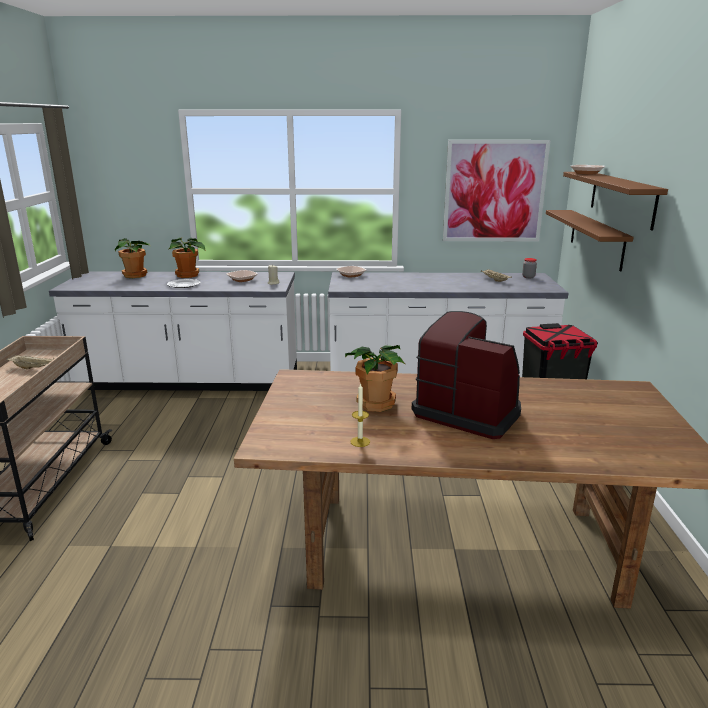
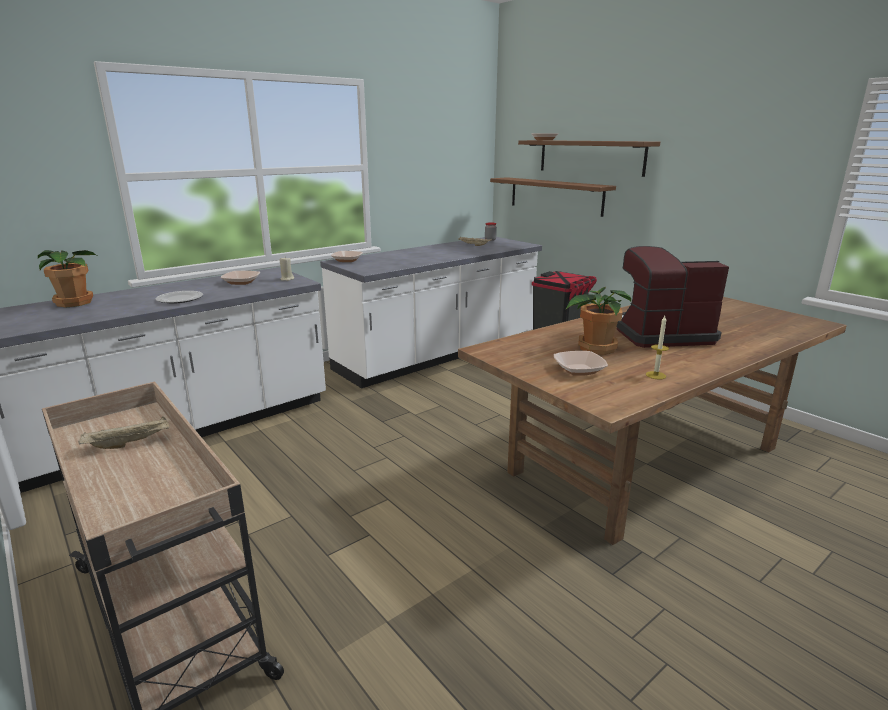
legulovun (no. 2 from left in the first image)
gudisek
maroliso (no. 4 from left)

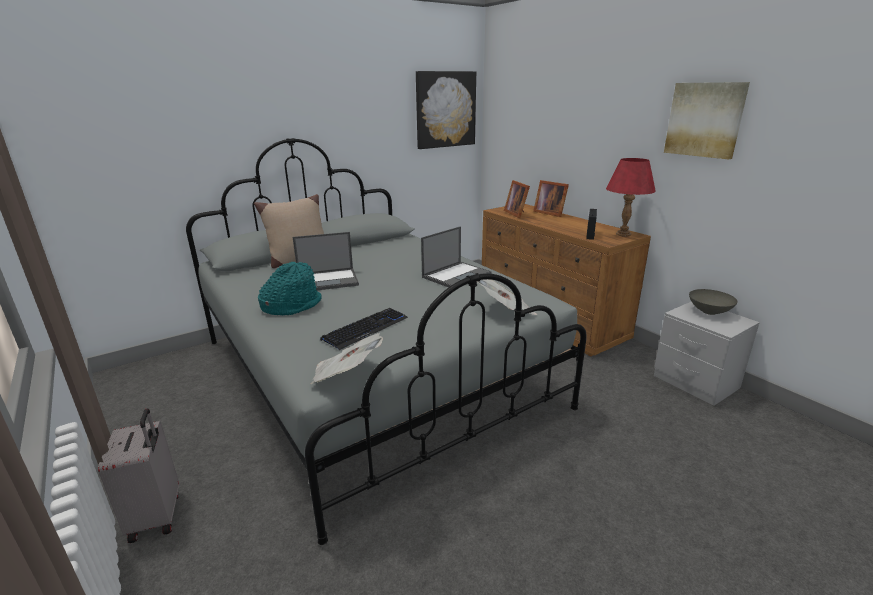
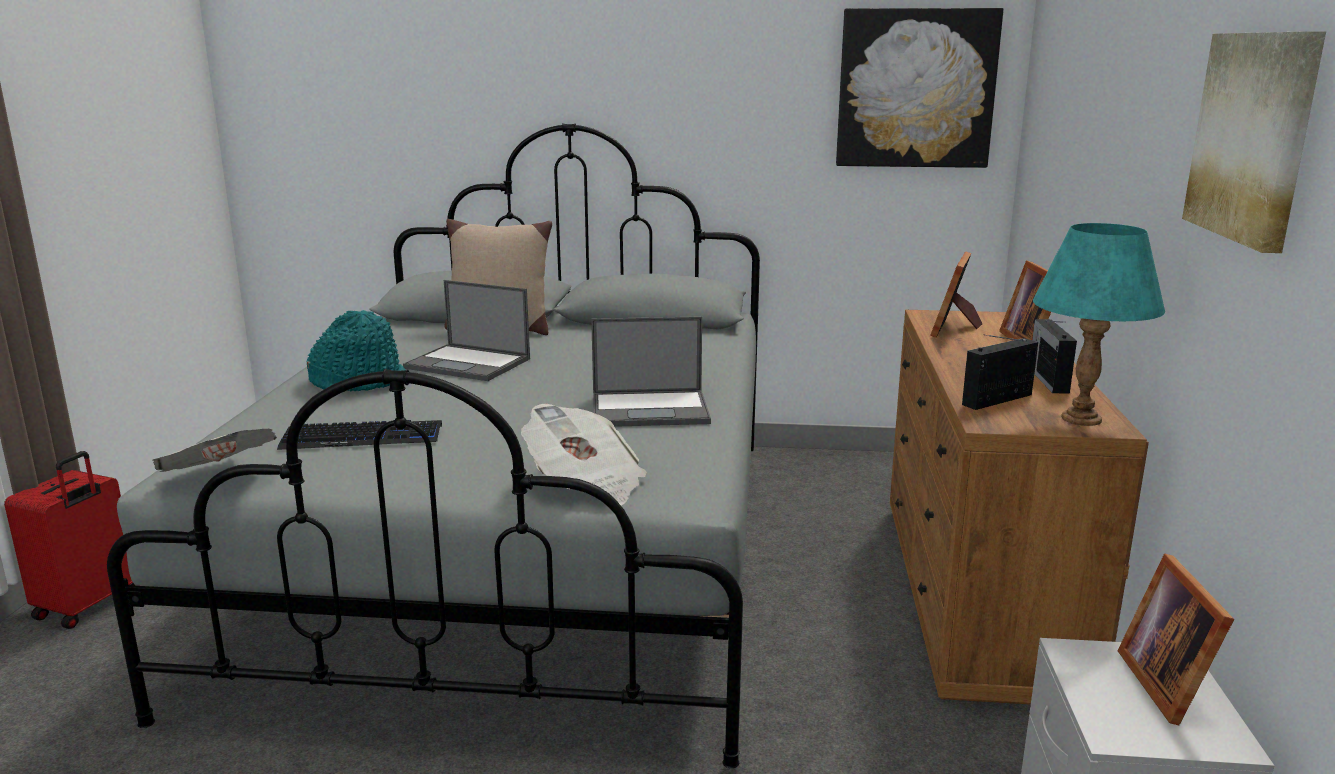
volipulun (no. 2 from left)
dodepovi (no. 3 from left)
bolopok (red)
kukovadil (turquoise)

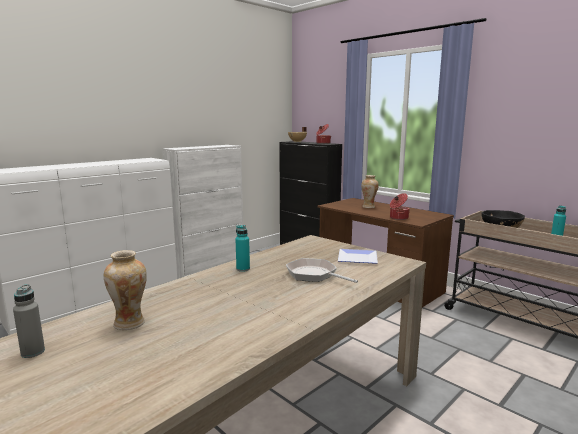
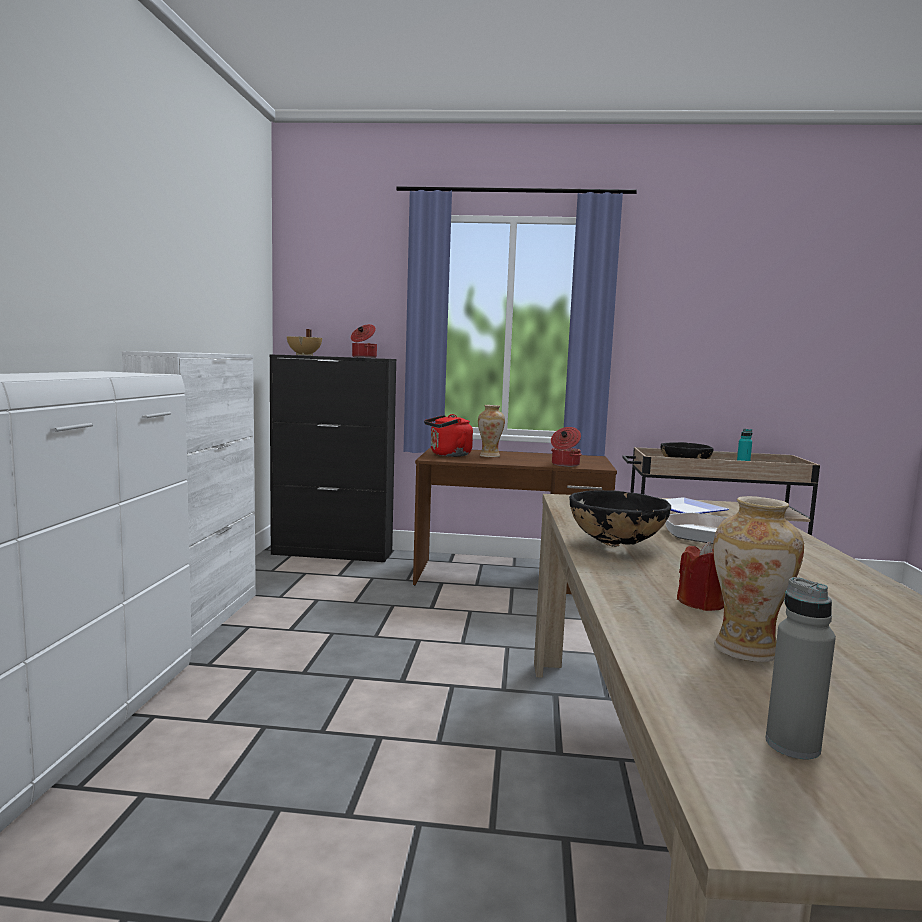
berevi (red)
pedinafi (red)
maroliso (black) (no. 1 from left)

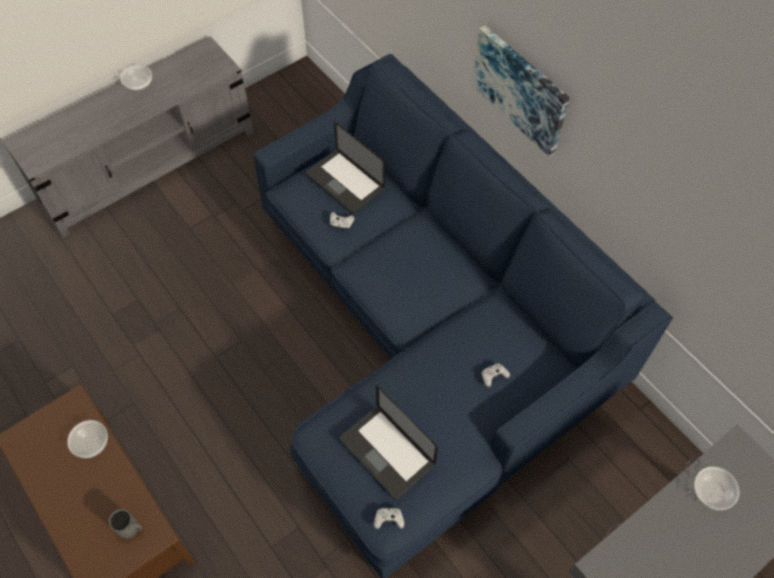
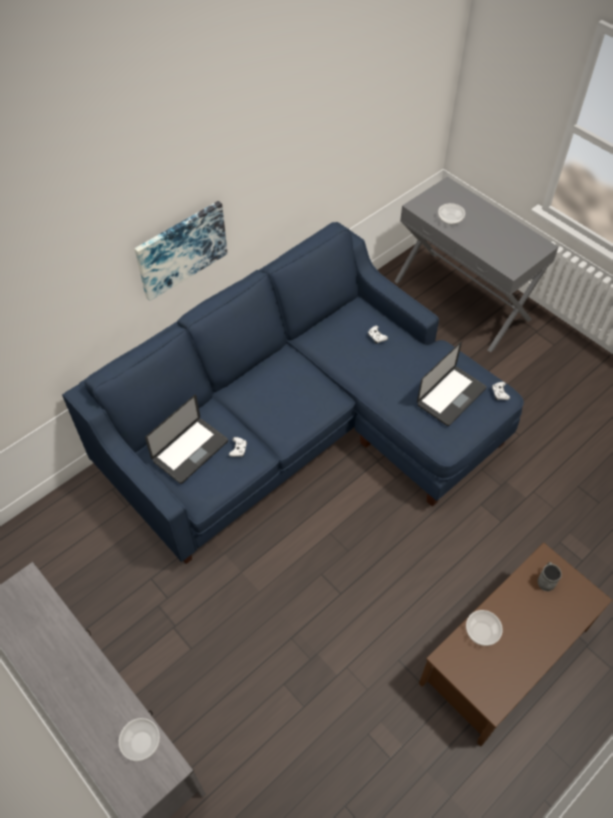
maroliso (no. 1 from left)

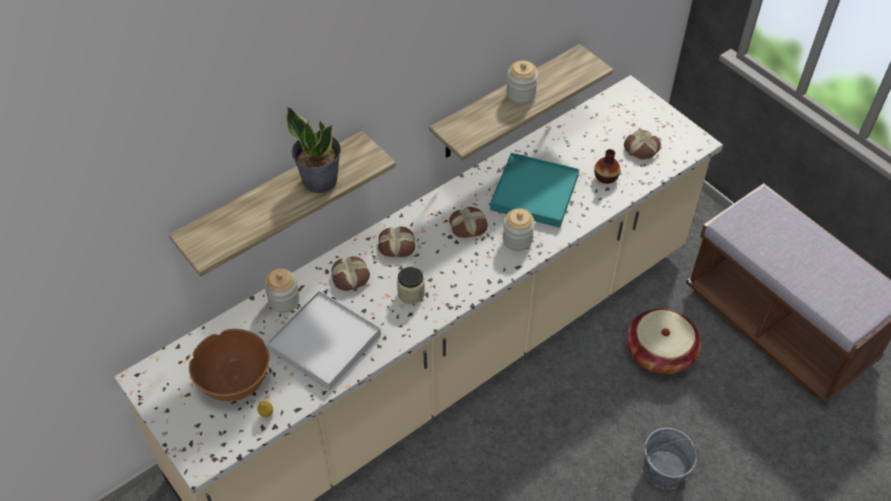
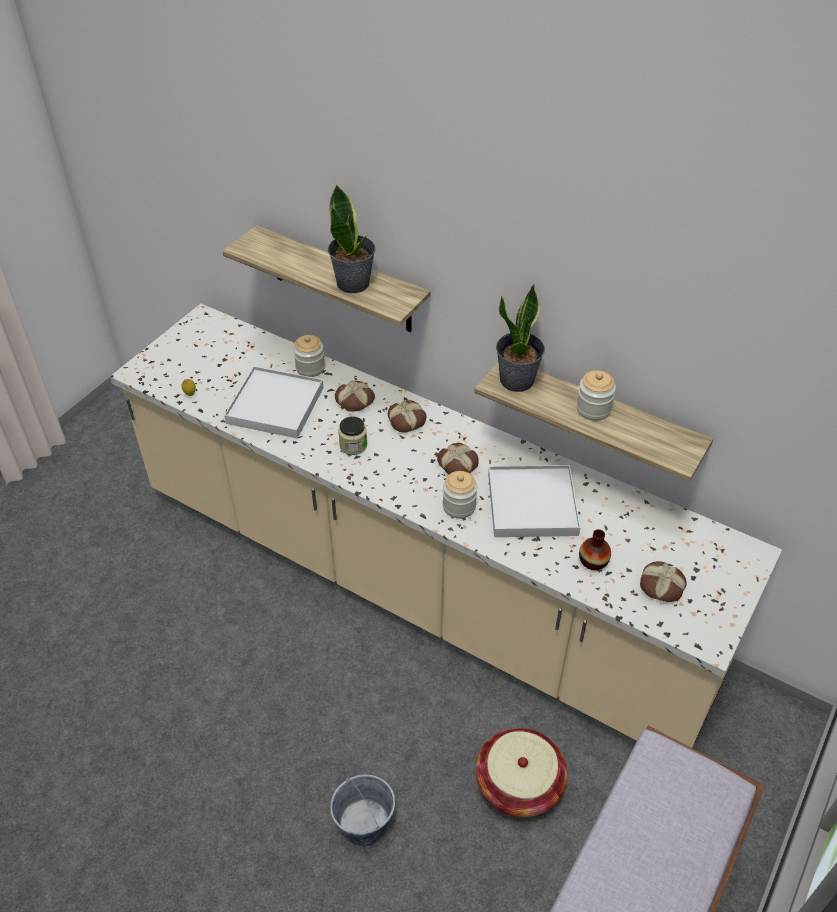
maroliso (brown)
legulovun (no. 2 from left)
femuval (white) (no. 2 from left)

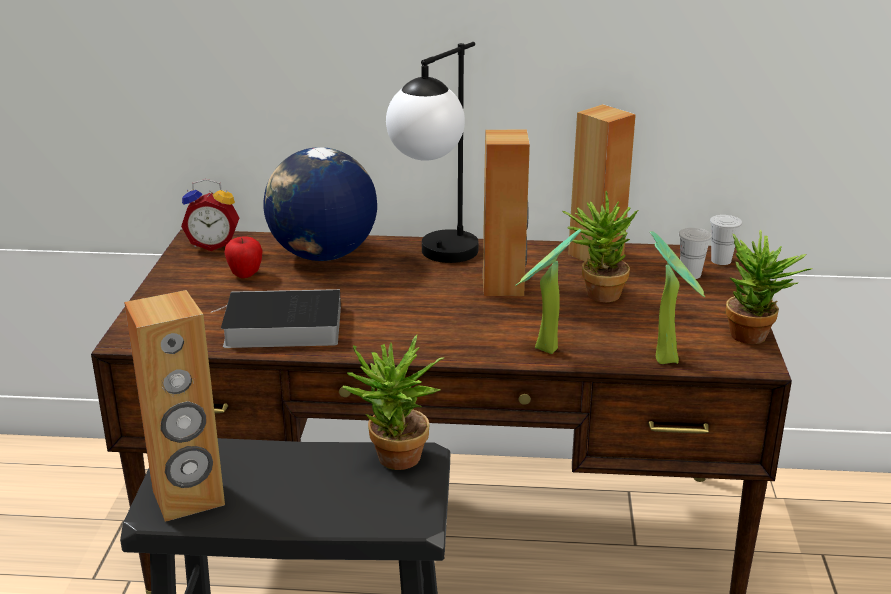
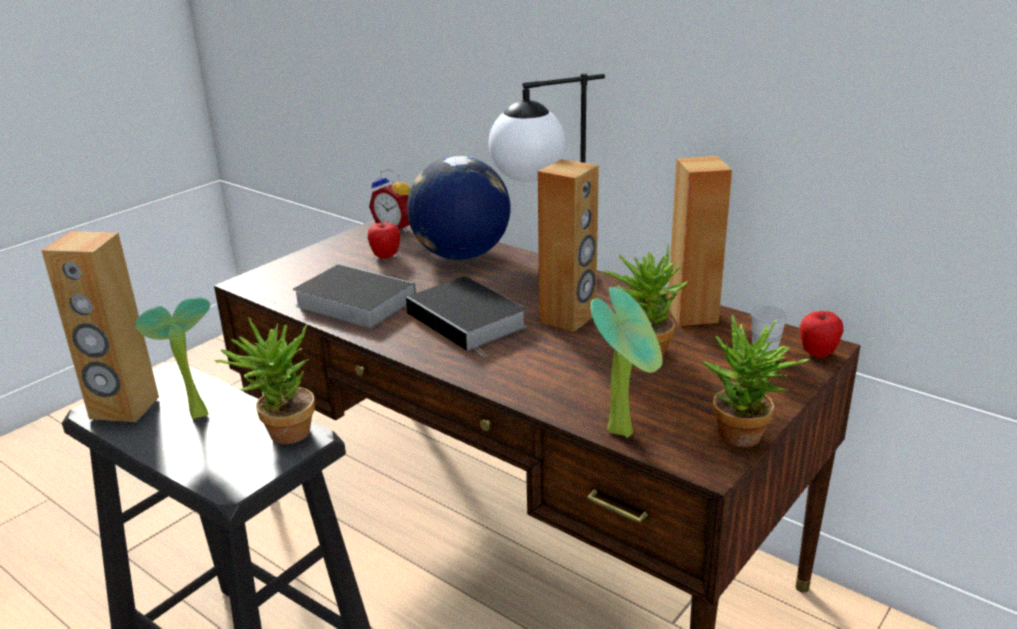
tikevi (no. 2 from left)
legulovun (no. 1 from left)
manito (no. 2 from left)

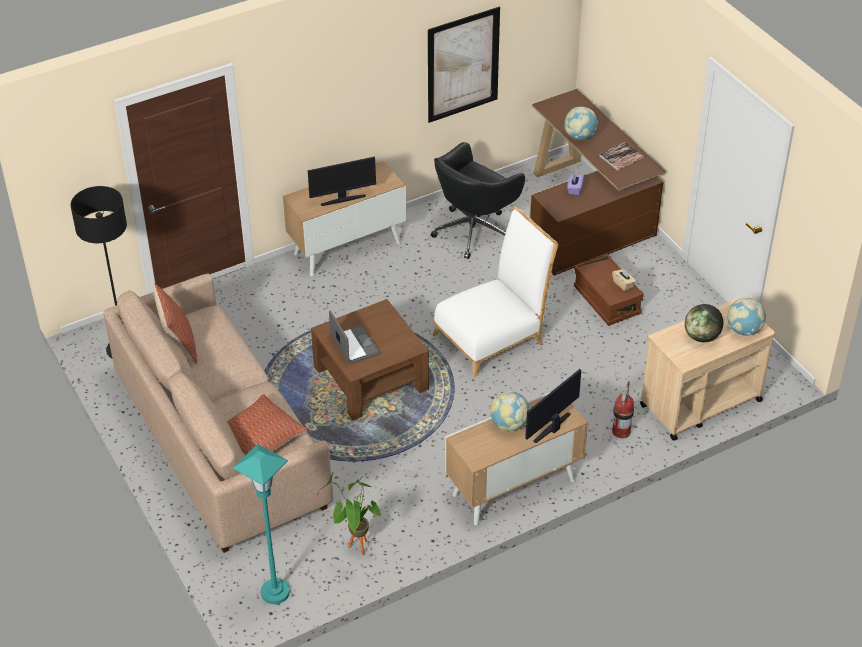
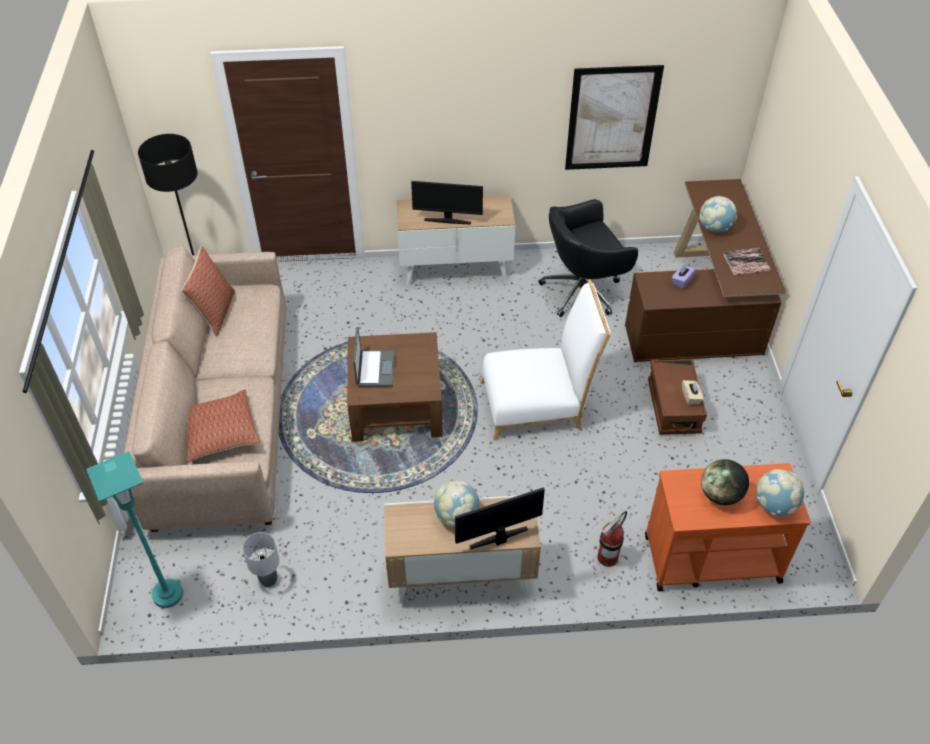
kukovadil (grey)
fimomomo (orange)

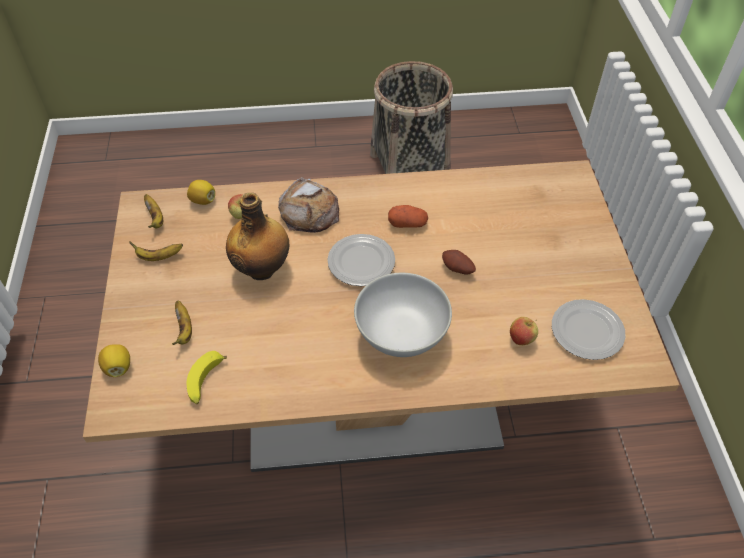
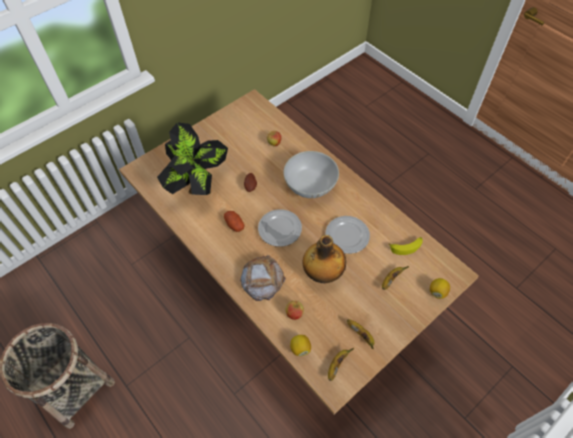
legulovun
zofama (no. 2 from left)

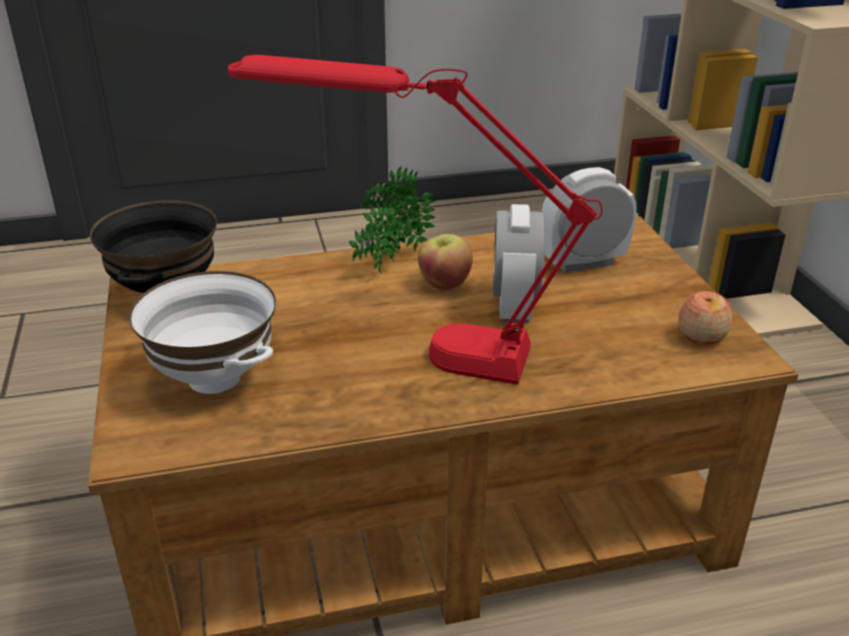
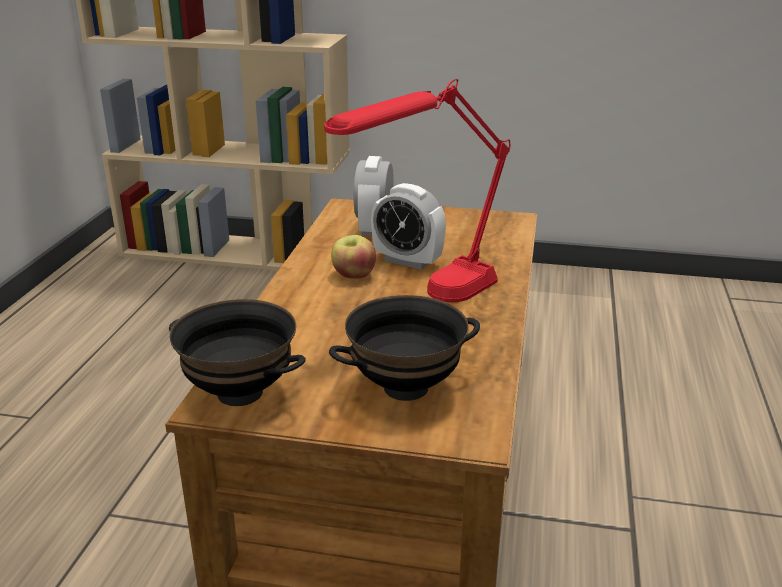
legulovun
manito (no. 2 from left in the first image)
maroliso (black) (no. 2 from left)

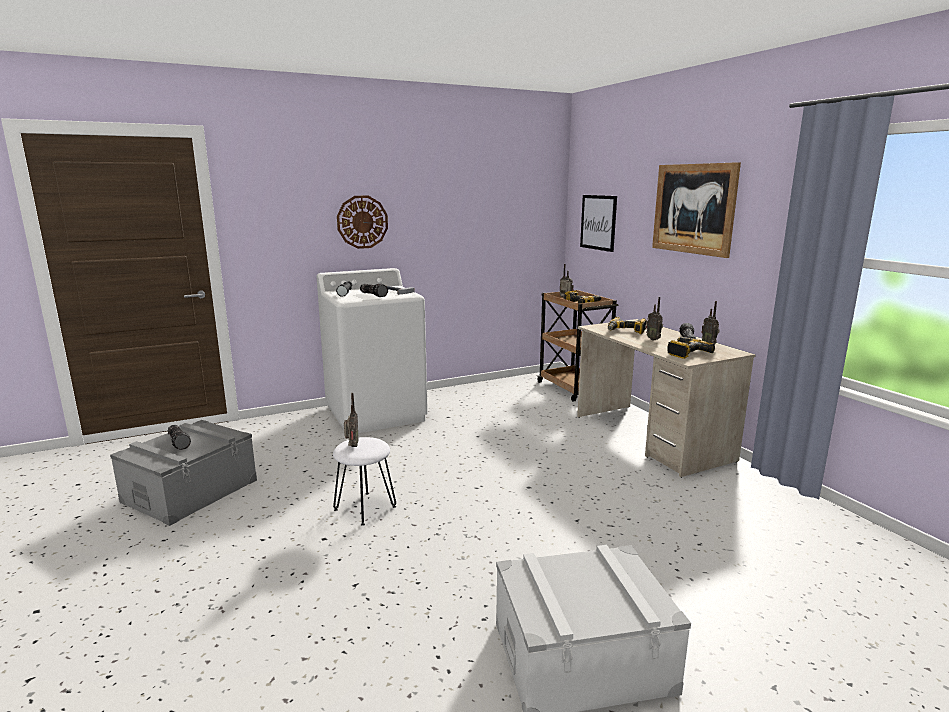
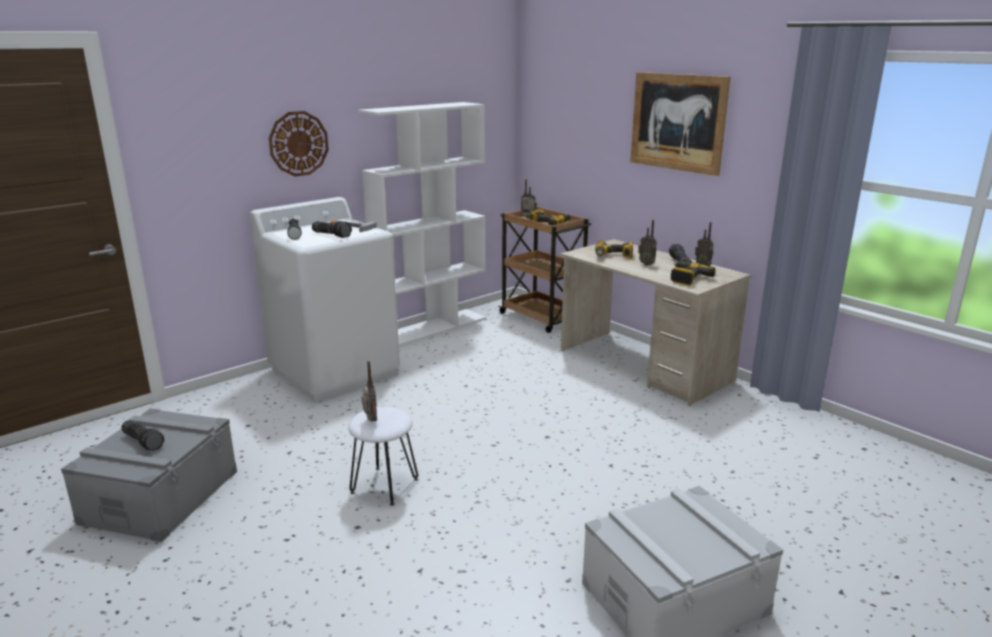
gudisek (no. 1 from left in the first image)
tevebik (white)

